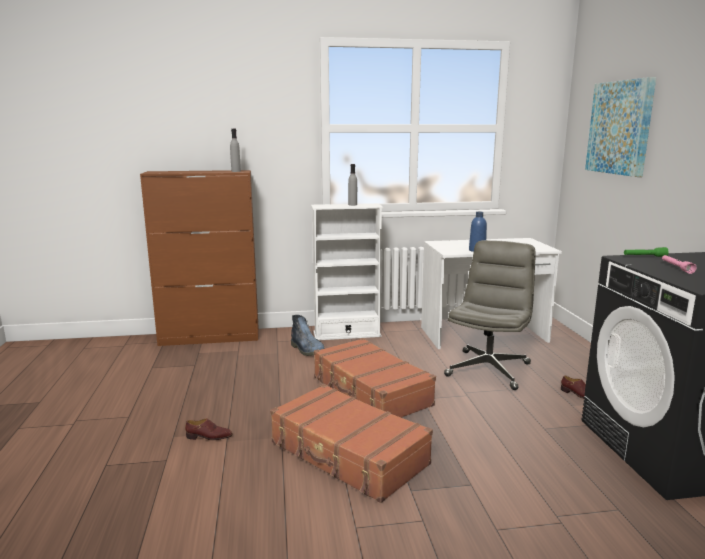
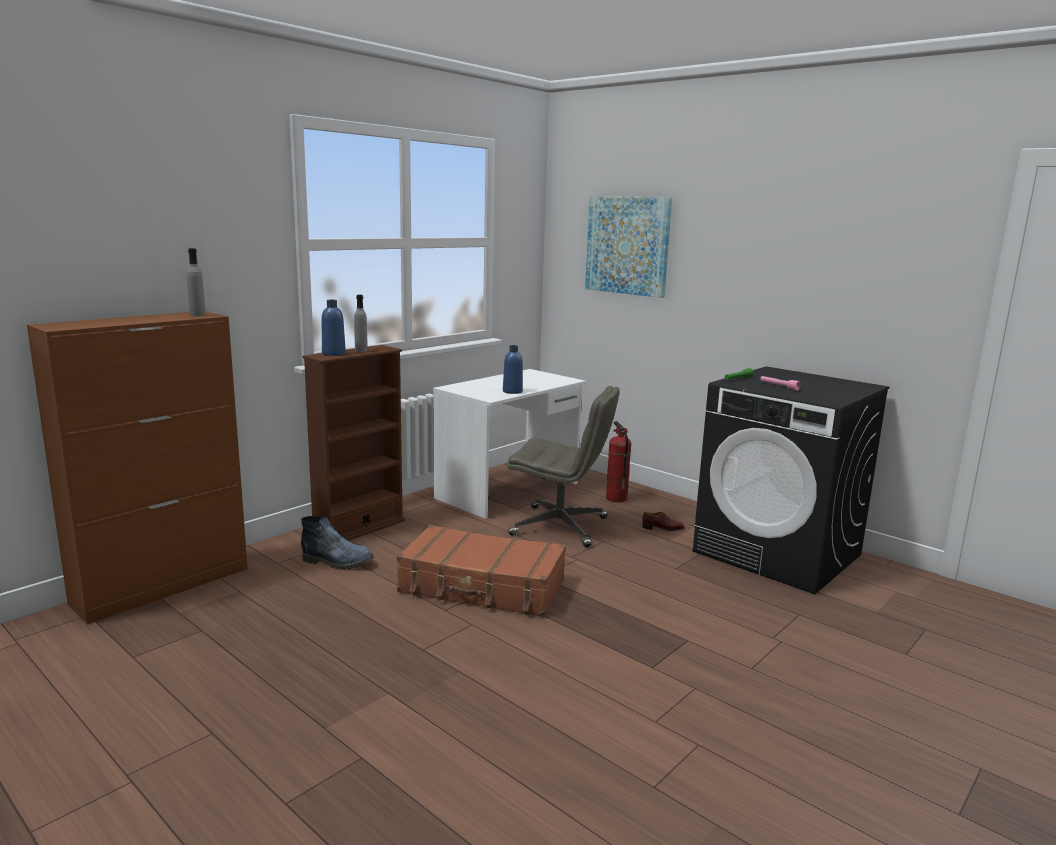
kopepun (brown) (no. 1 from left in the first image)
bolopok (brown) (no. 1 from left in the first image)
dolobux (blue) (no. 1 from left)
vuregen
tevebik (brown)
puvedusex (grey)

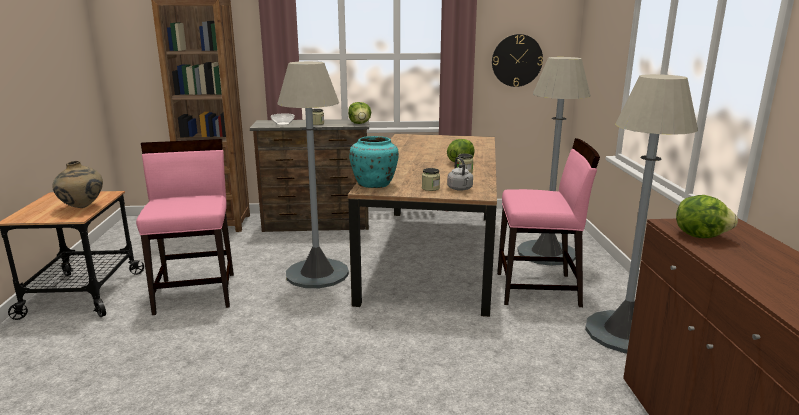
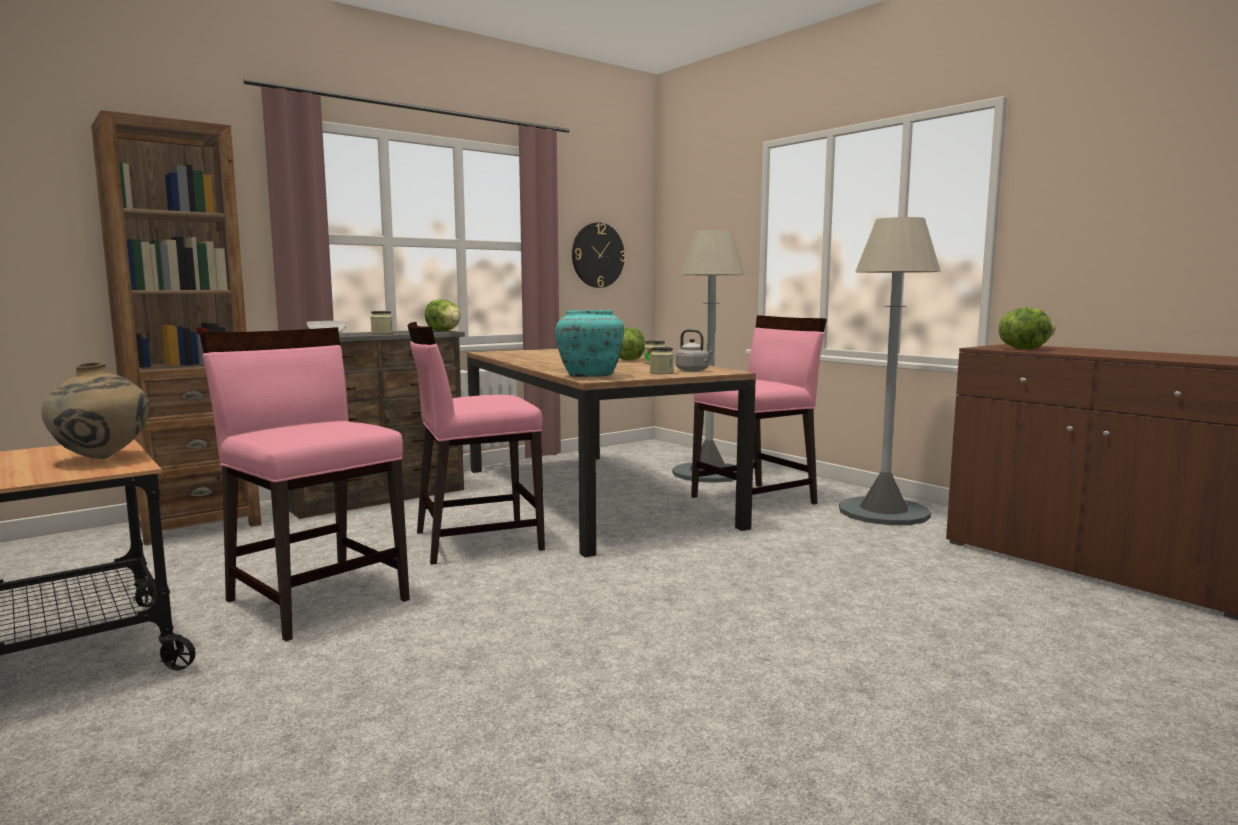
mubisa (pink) (no. 2 from left)

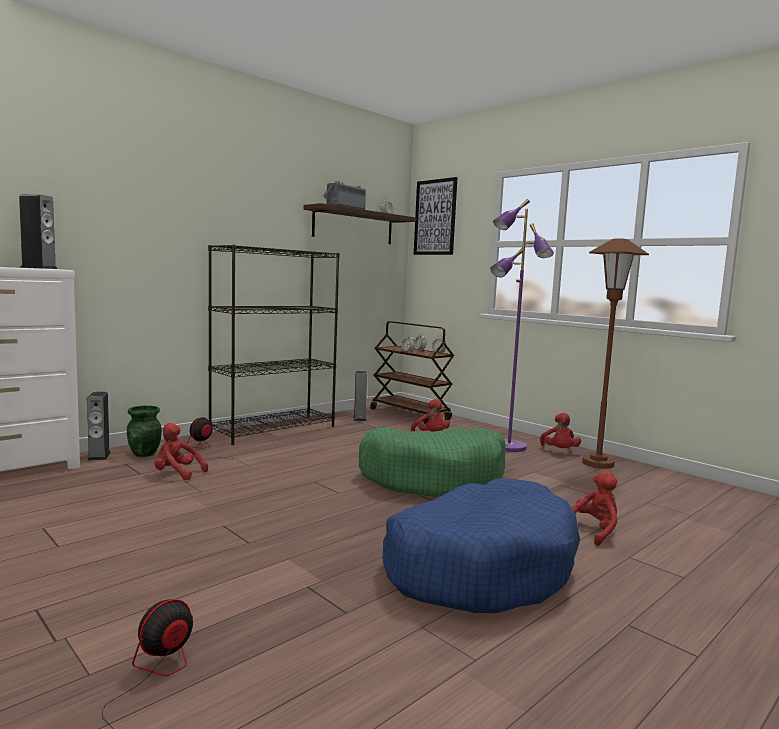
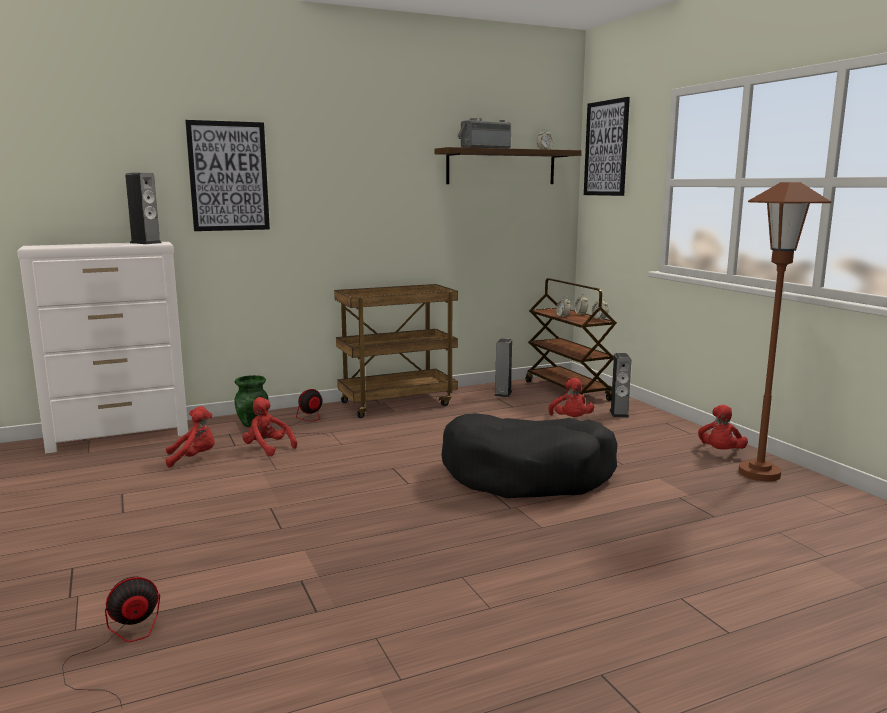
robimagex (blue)
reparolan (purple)
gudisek (no. 1 from left)
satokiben (no. 3 from left)
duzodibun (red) (no. 1 from left)
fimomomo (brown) (no. 1 from left)
robimagex (black)

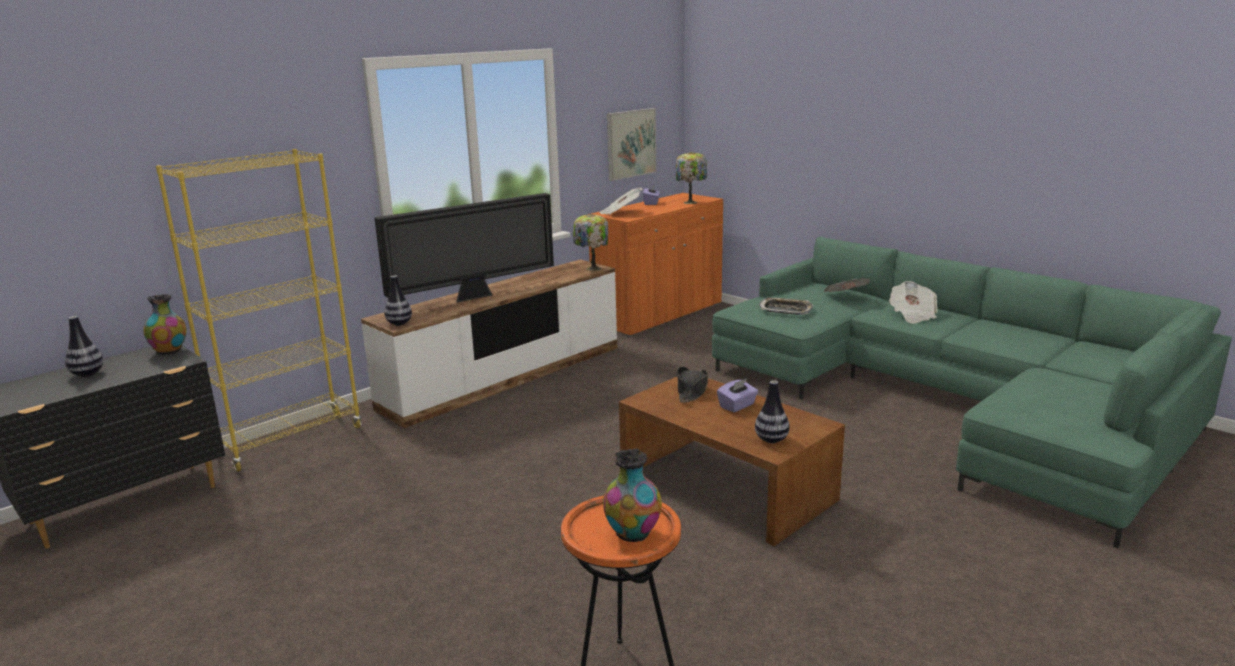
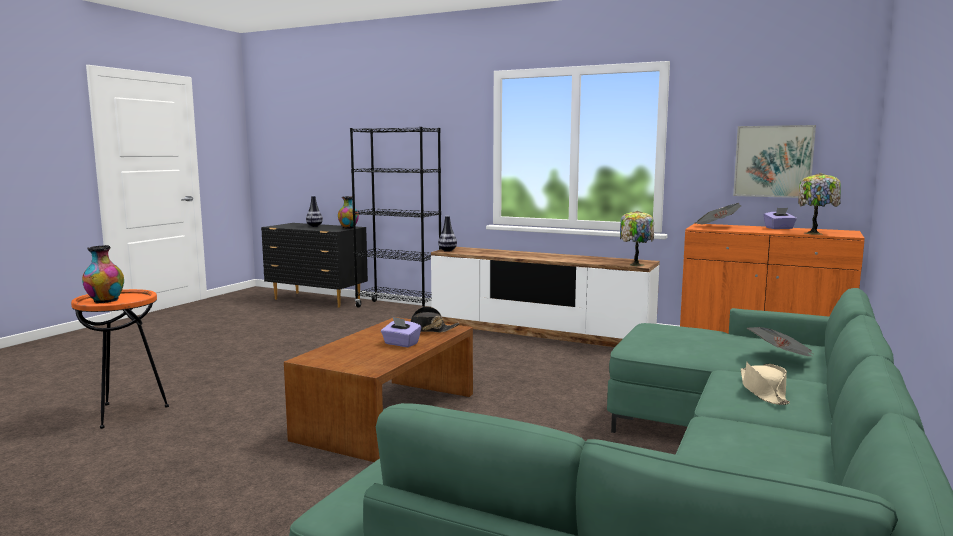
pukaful
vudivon (no. 5 from left in the first image)
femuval
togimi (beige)
tevebik (black)

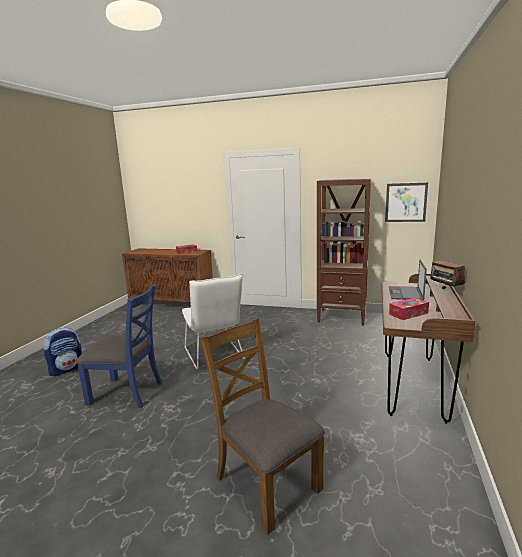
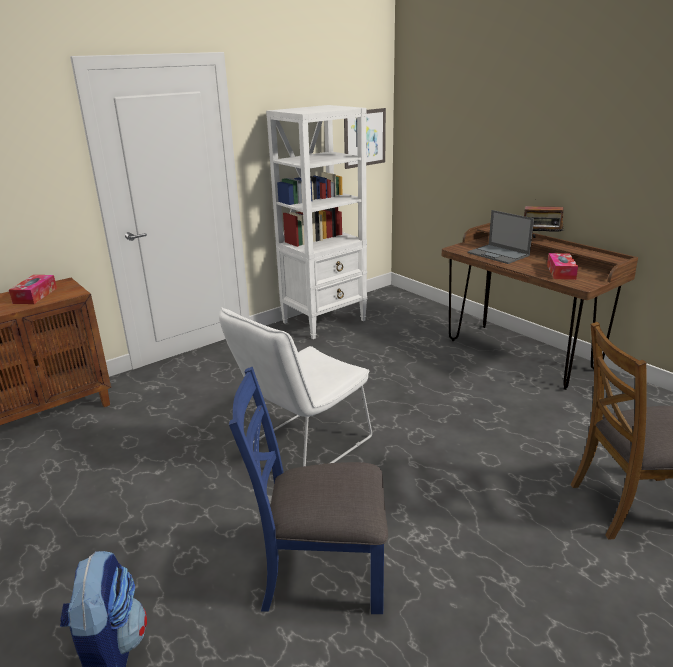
tevebik (white)
mubisa (blue)
mubisa (white)

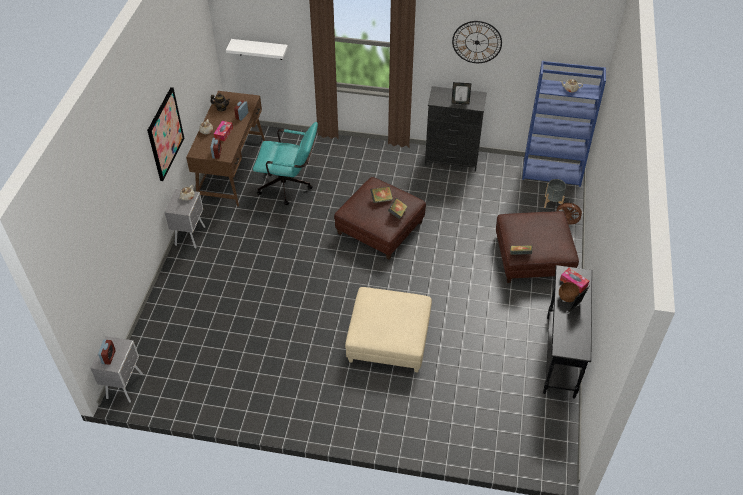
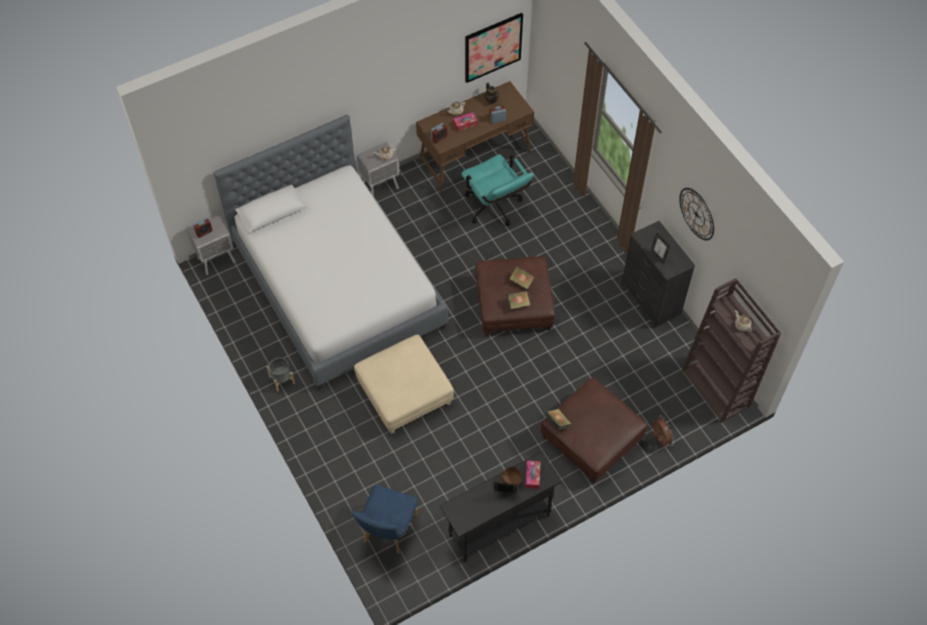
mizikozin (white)
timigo
mubisa (blue)
gudisek
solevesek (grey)
tevebik (brown)

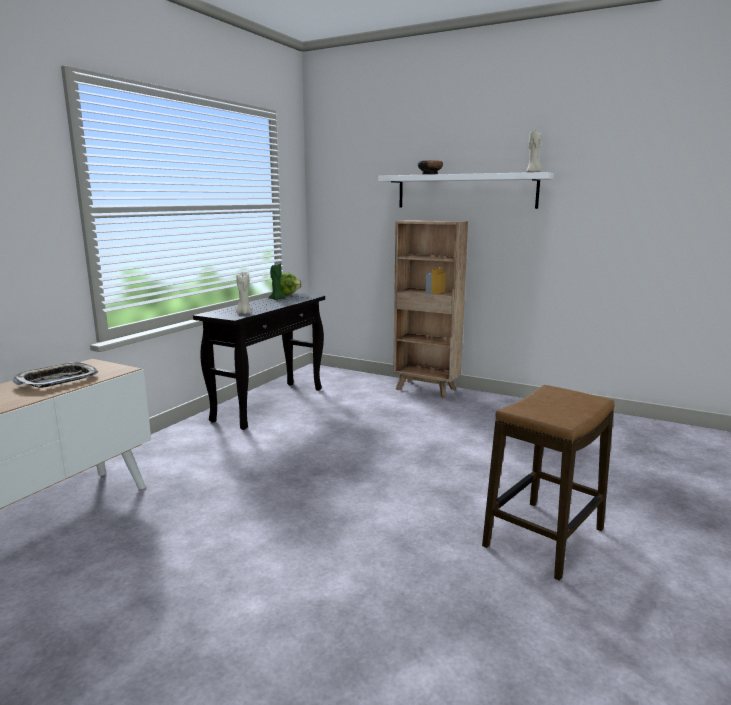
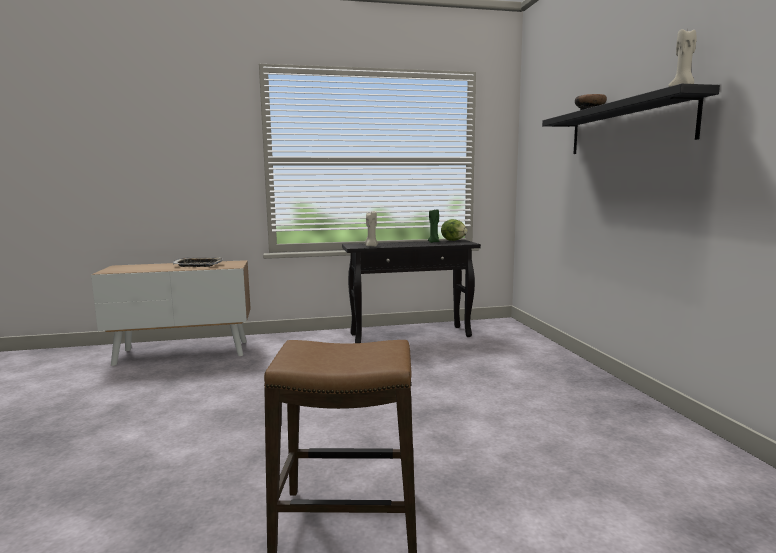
tevebik (brown)
mizikozin (black)

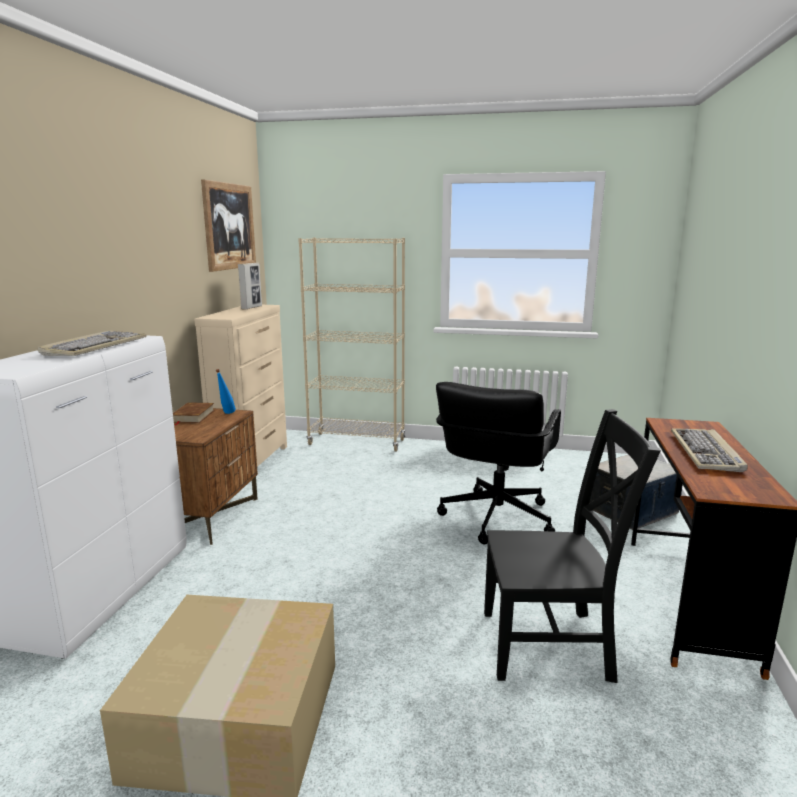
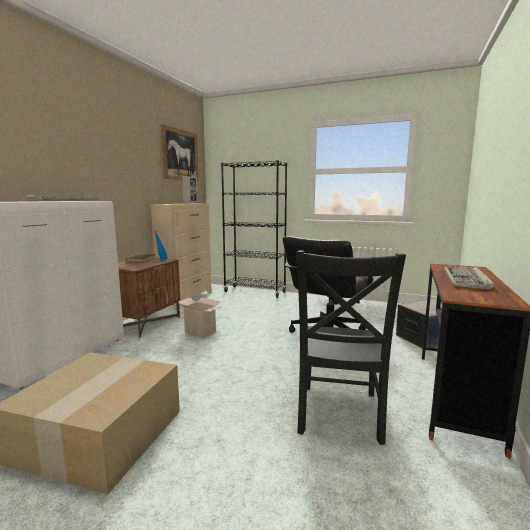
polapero (no. 2 from left)
tevebik (black)
mubisa (black)

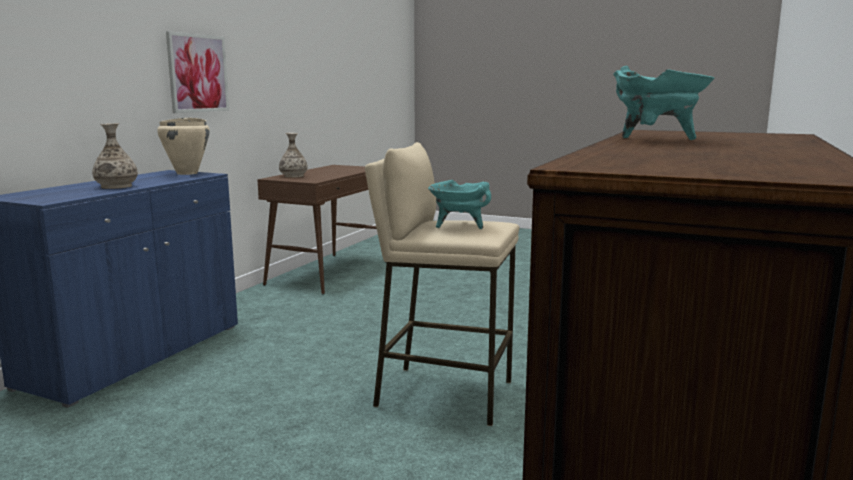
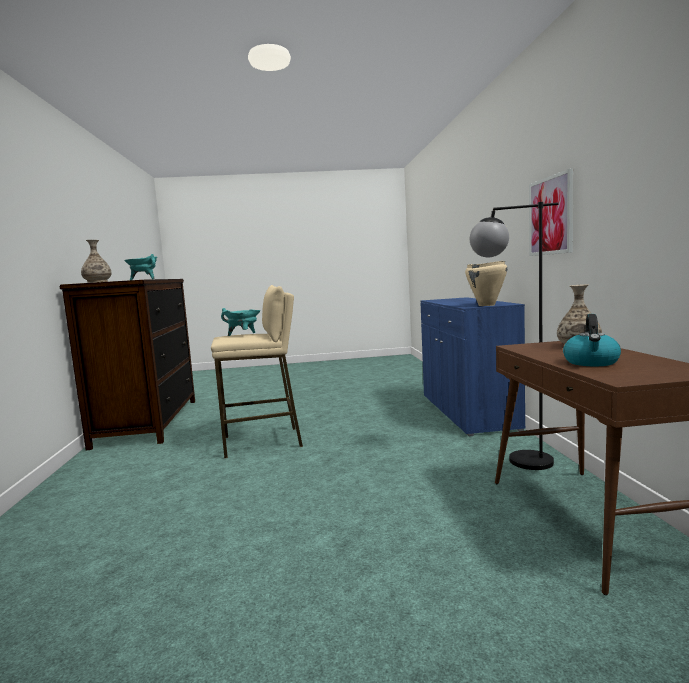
reparolan (black)
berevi
vudivon (no. 1 from left)

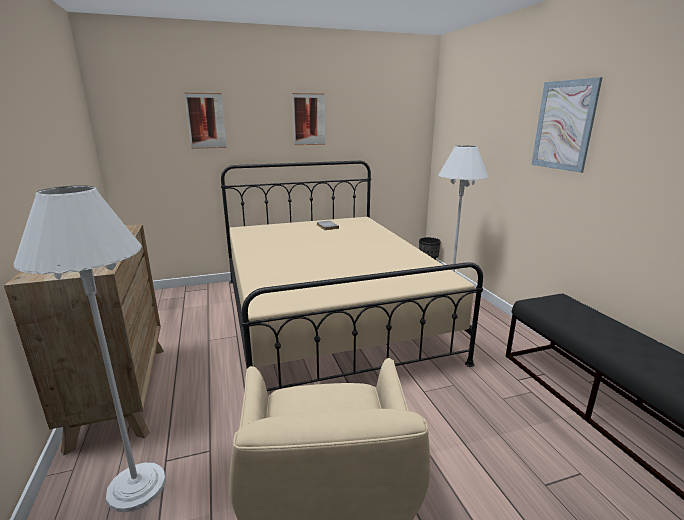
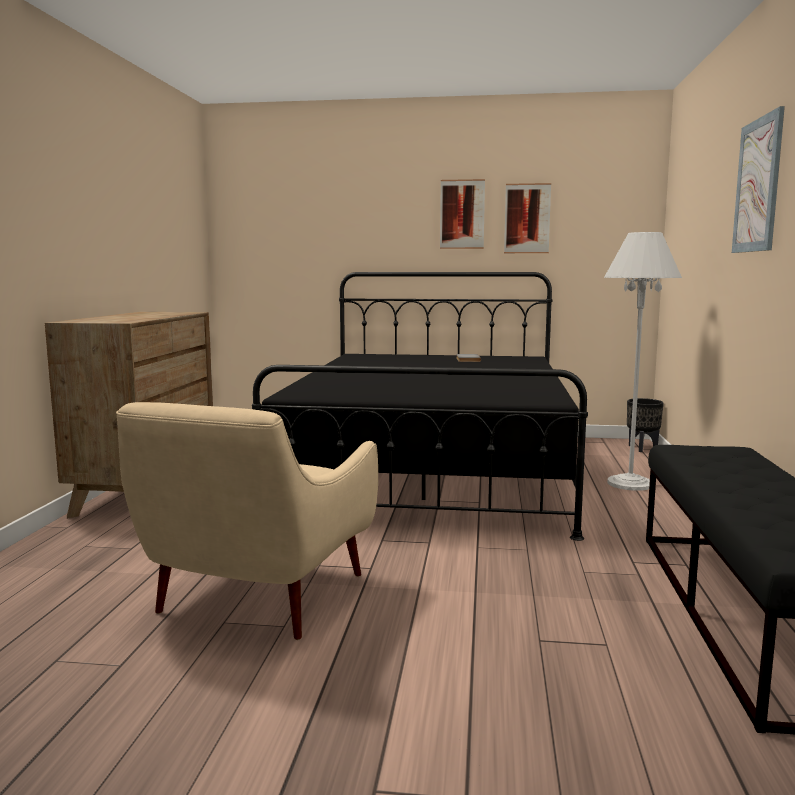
reparolan (white) (no. 1 from left in the first image)
gudisek (no. 2 from left)
timigo (black)

